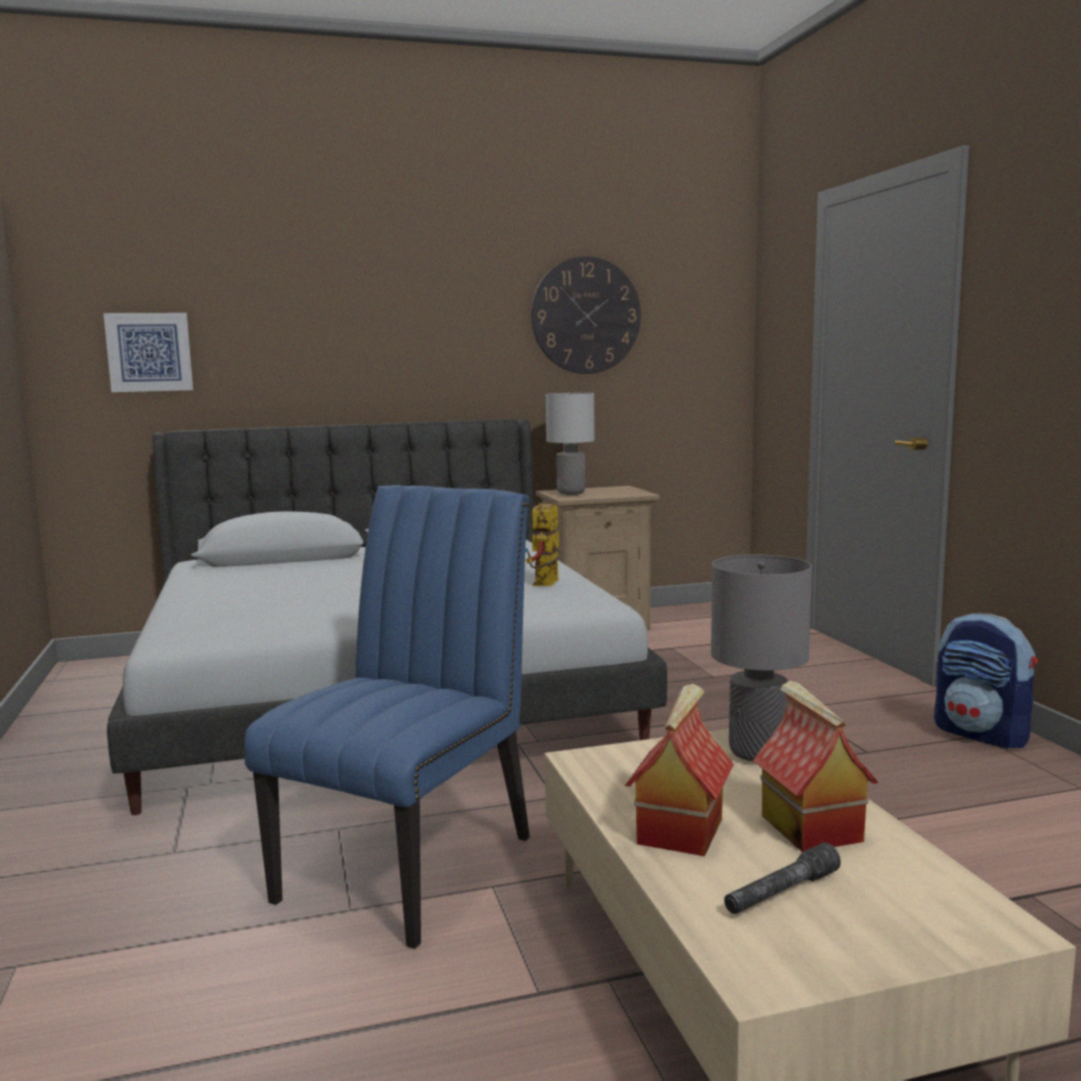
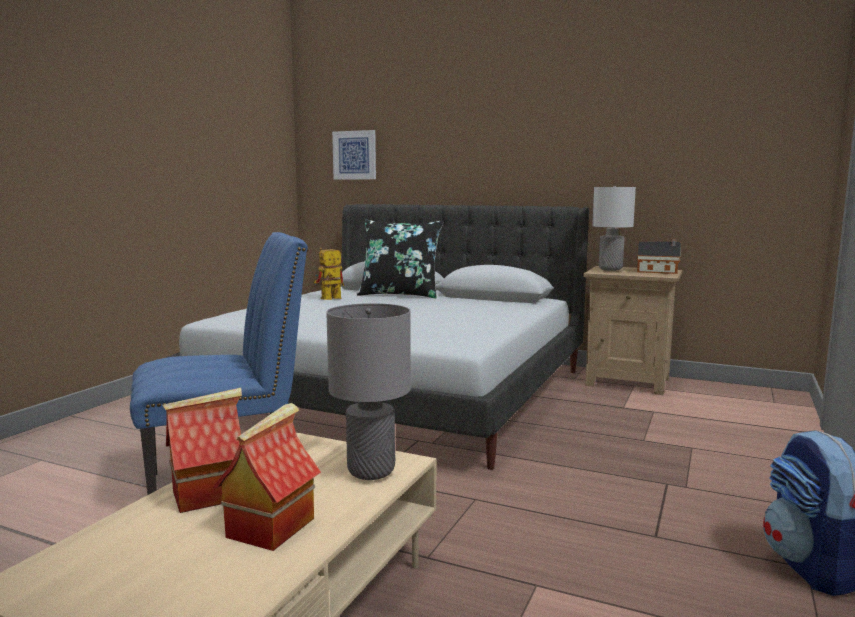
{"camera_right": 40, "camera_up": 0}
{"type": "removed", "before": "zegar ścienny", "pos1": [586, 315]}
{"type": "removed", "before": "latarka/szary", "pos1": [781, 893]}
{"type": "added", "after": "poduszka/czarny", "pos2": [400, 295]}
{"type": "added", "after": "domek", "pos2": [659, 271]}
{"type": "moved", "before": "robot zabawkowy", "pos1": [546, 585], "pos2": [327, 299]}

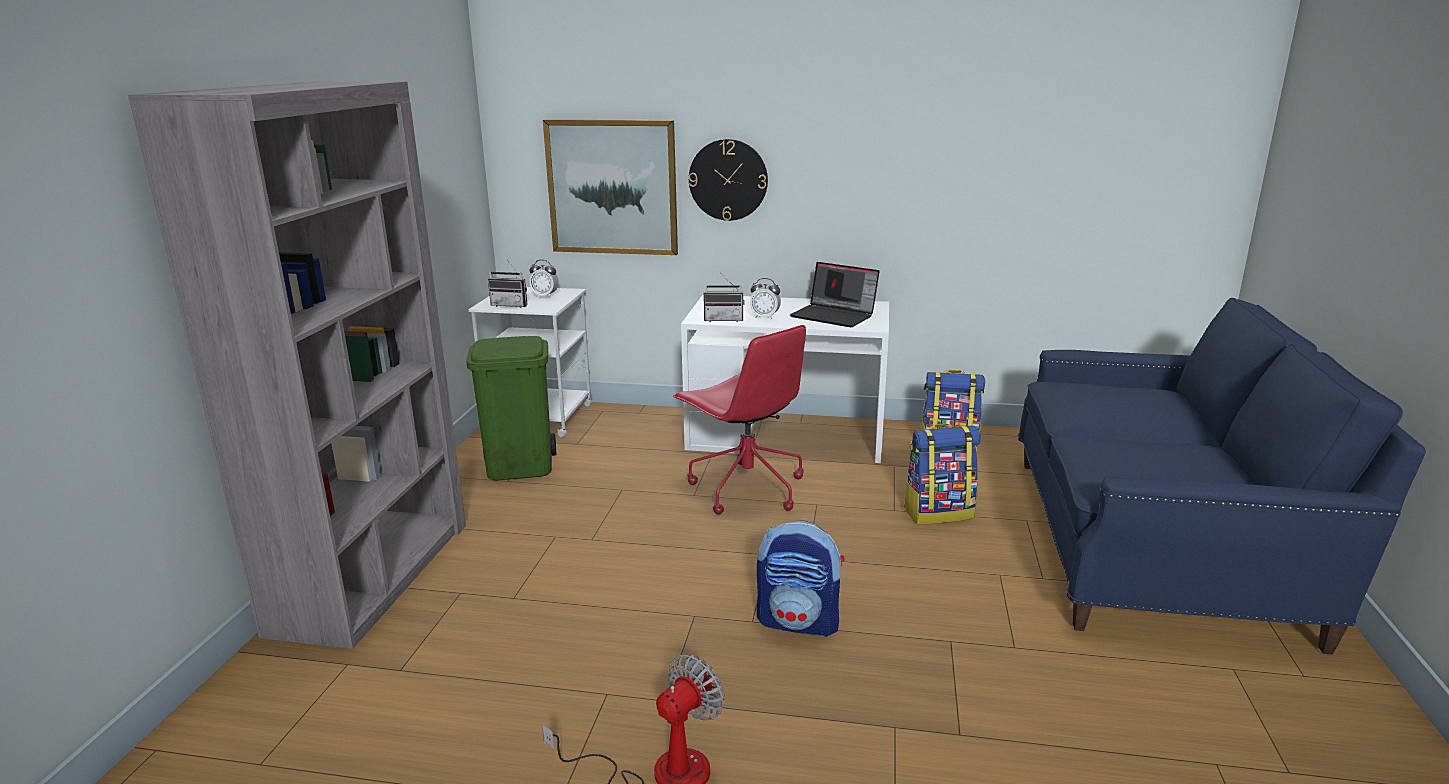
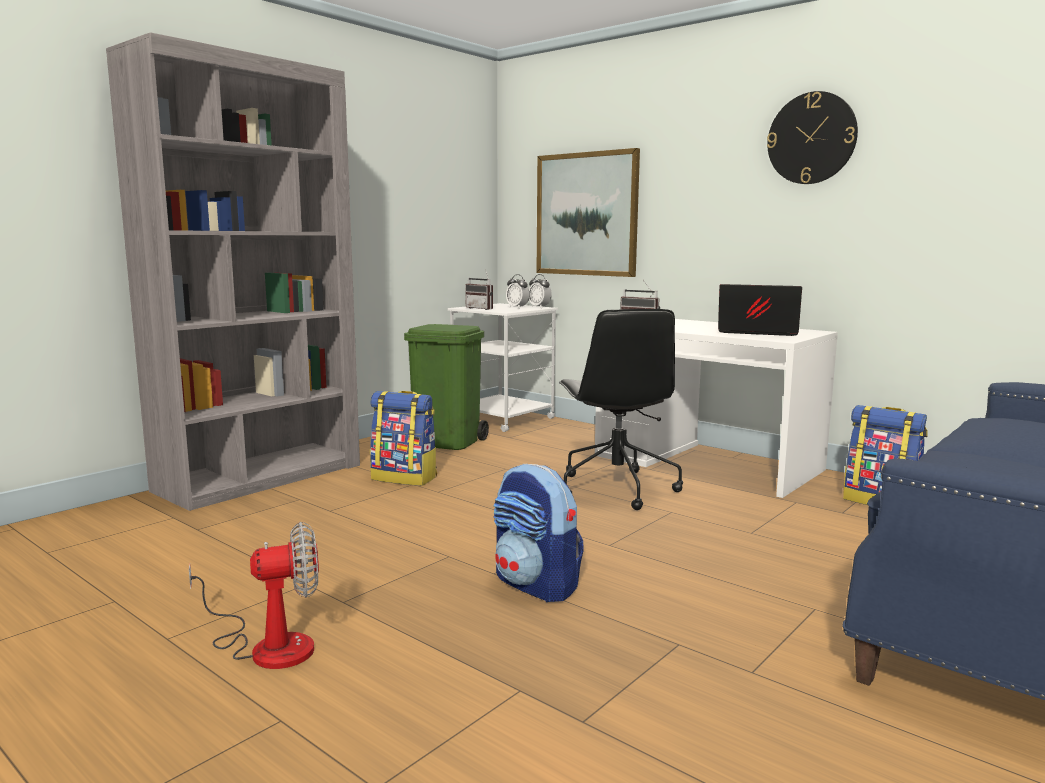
{"camera_right": 30, "camera_up": -10}
{"type": "moved", "before": "zegar ścienny", "pos1": [728, 180], "pos2": [811, 138]}
{"type": "moved", "before": "budzik", "pos1": [765, 317], "pos2": [539, 307]}
{"type": "moved", "before": "plecak", "pos1": [938, 512], "pos2": [405, 478]}
{"type": "recoloured", "before": "krzesło biurowe/czerwony", "after": "krzesło biurowe/czarny", "pos1": [743, 487], "pos2": [615, 487]}
{"type": "turned", "before": "laptop", "pos1": [835, 316], "pos2": [756, 332], "turn": 135}

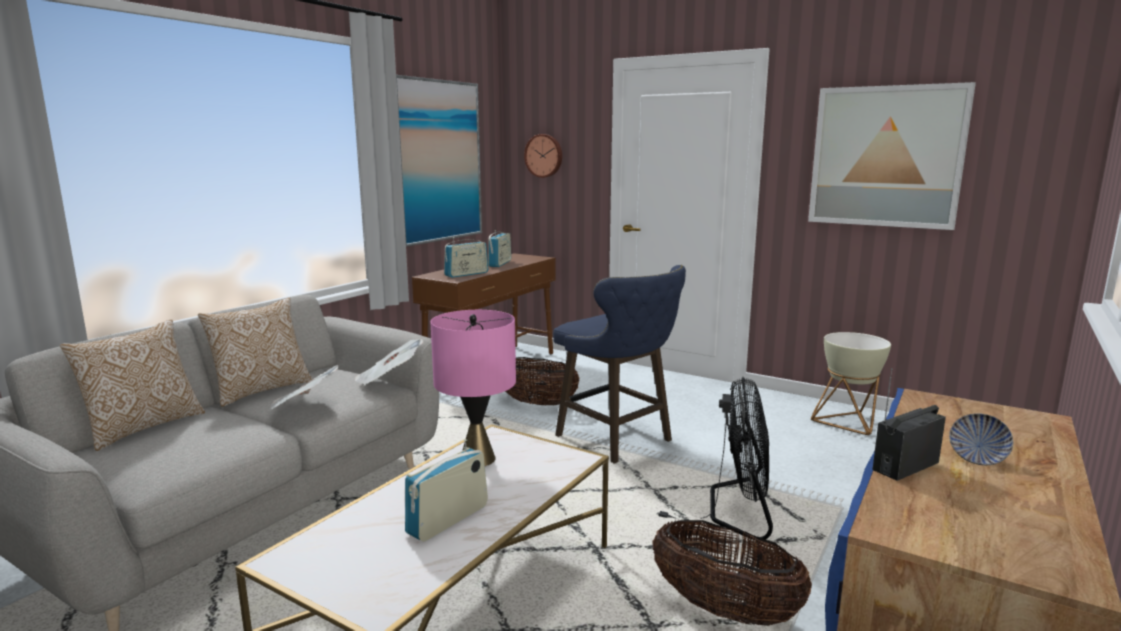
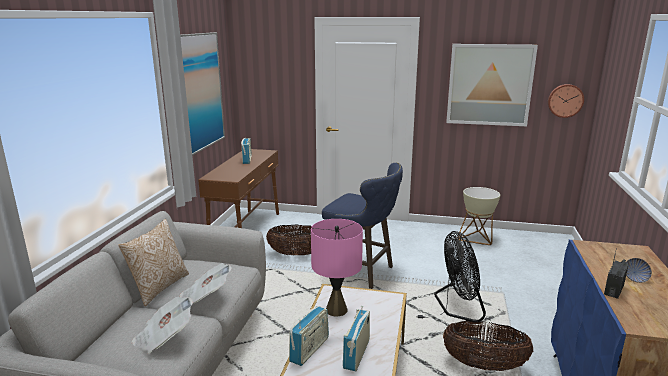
{"camera_right": -20, "camera_up": 5}
{"type": "removed", "before": "poduszka", "pos1": [143, 427]}
{"type": "moved", "before": "gazeta", "pos1": [388, 379], "pos2": [164, 337]}
{"type": "moved", "before": "radio", "pos1": [466, 274], "pos2": [309, 350]}
{"type": "moved", "before": "zegar ścienny", "pos1": [544, 155], "pos2": [565, 100]}

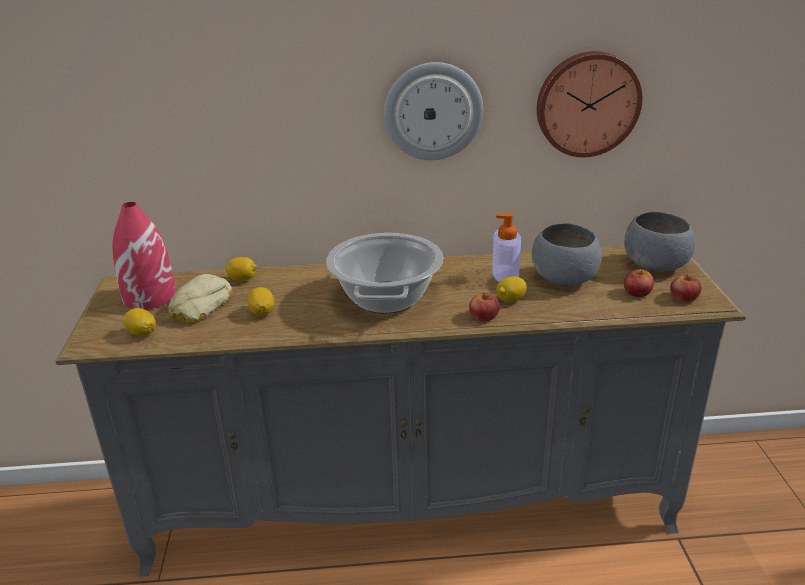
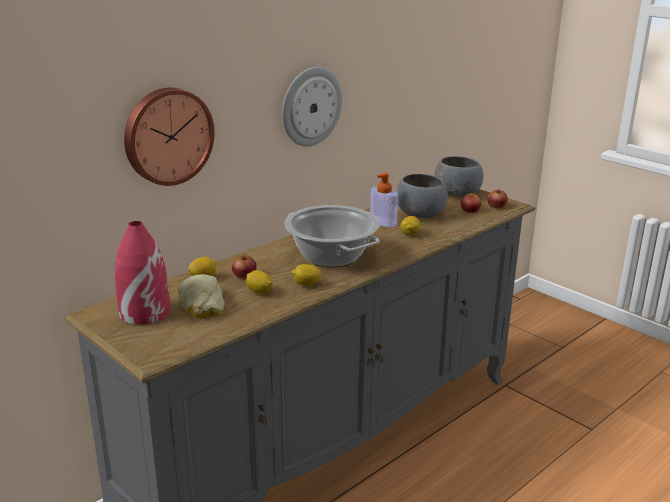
{"camera_right": -40, "camera_up": -5}
{"type": "moved", "before": "cytryna", "pos1": [142, 333], "pos2": [306, 284]}
{"type": "moved", "before": "jabłko", "pos1": [484, 316], "pos2": [244, 275]}
{"type": "moved", "before": "zegar ścienny", "pos1": [587, 103], "pos2": [167, 136]}

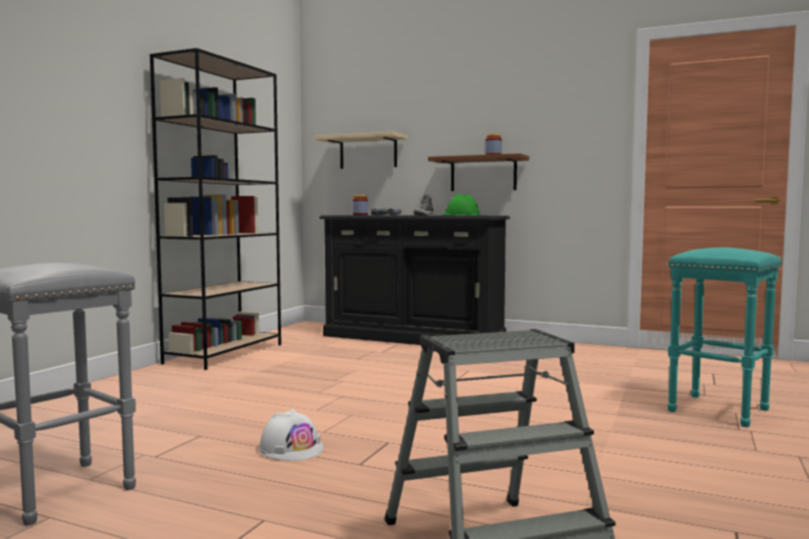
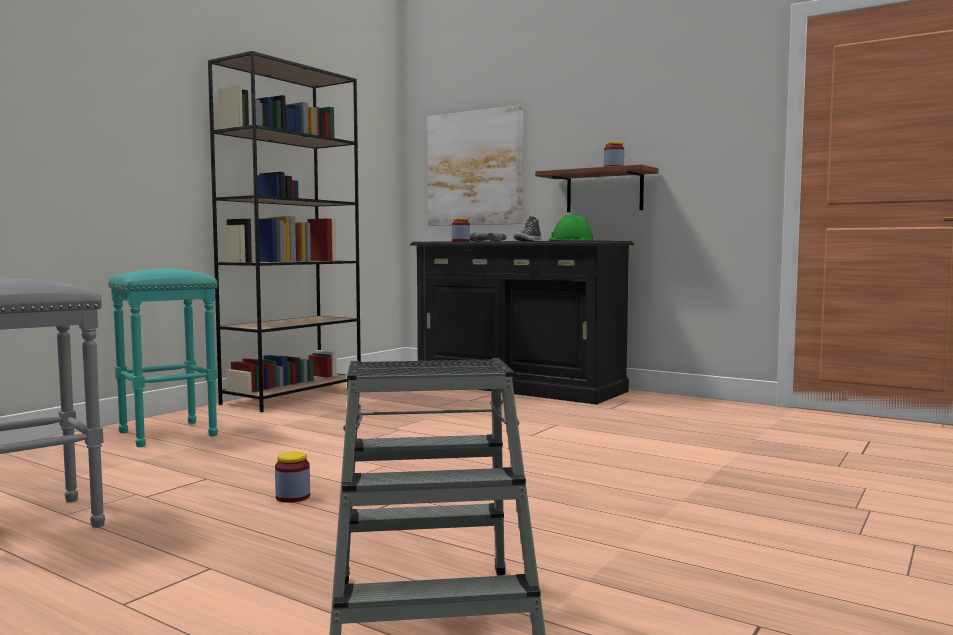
{"camera_right": 10, "camera_up": 0}
{"type": "moved", "before": "stołek/turkusowy", "pos1": [716, 409], "pos2": [169, 433]}
{"type": "replaced", "before": "kask/biały", "after": "słoik", "pos1": [291, 448], "pos2": [293, 497]}
{"type": "replaced", "before": "półka/beżowy", "after": "obraz", "pos1": [368, 152], "pos2": [475, 168]}

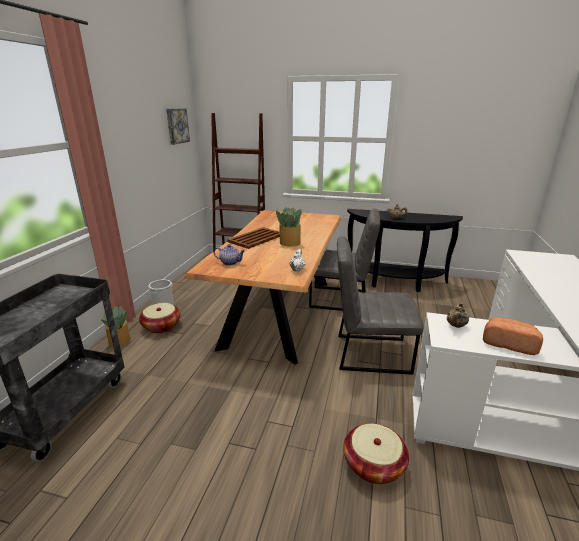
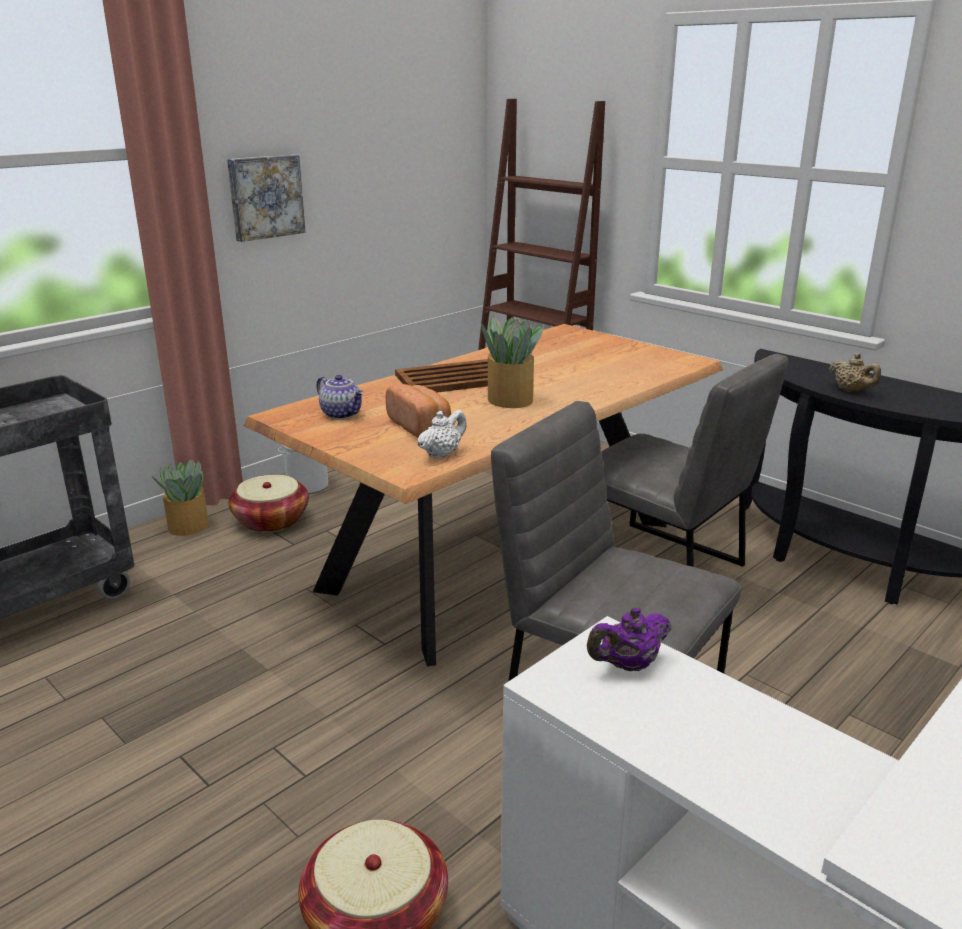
{"camera_right": 30, "camera_up": 0}
{"type": "moved", "before": "obraz", "pos1": [176, 126], "pos2": [265, 197]}
{"type": "moved", "before": "chleb", "pos1": [508, 344], "pos2": [421, 426]}
{"type": "recoloured", "before": "imbryk/beżowy", "after": "imbryk/fioletowy", "pos1": [455, 326], "pos2": [628, 665]}

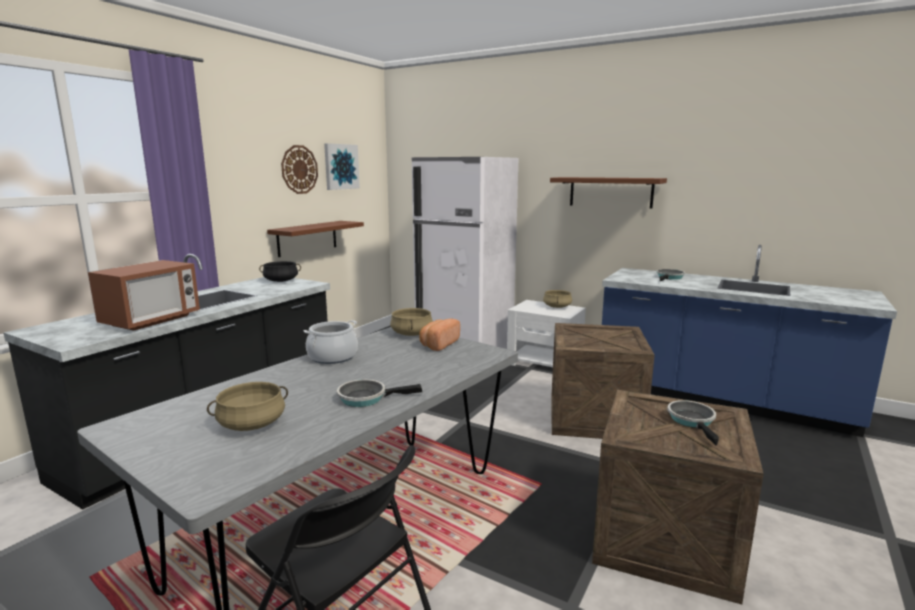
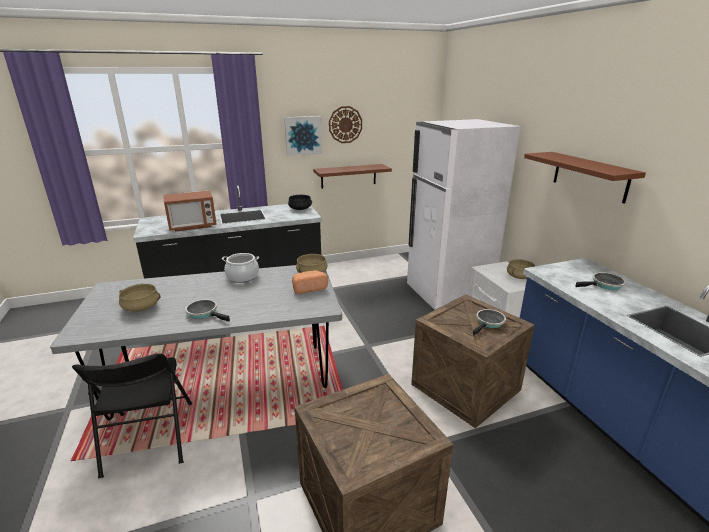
{"camera_right": 40, "camera_up": 10}
{"type": "moved", "before": "obraz", "pos1": [341, 166], "pos2": [303, 135]}
{"type": "moved", "before": "patelnia", "pos1": [692, 421], "pos2": [489, 323]}

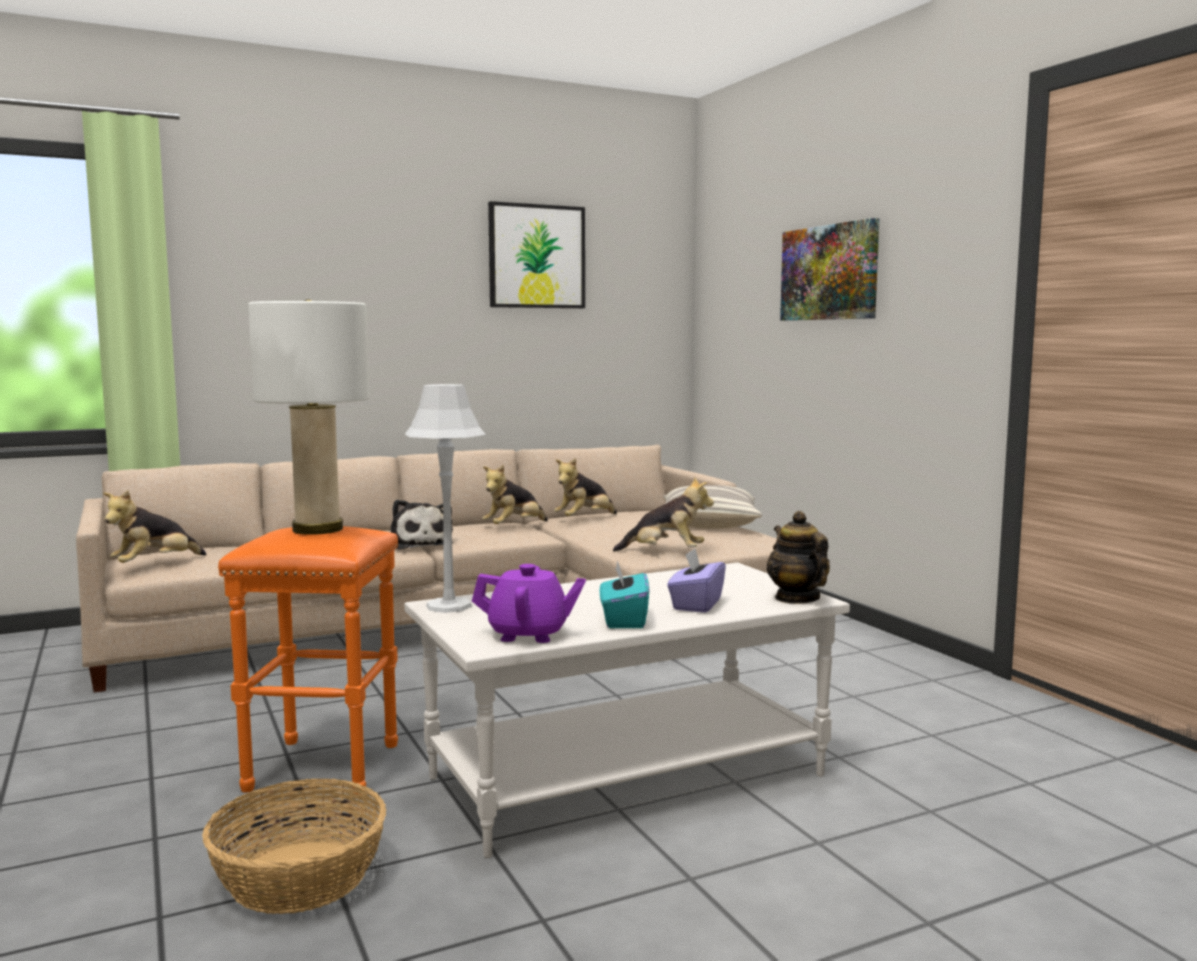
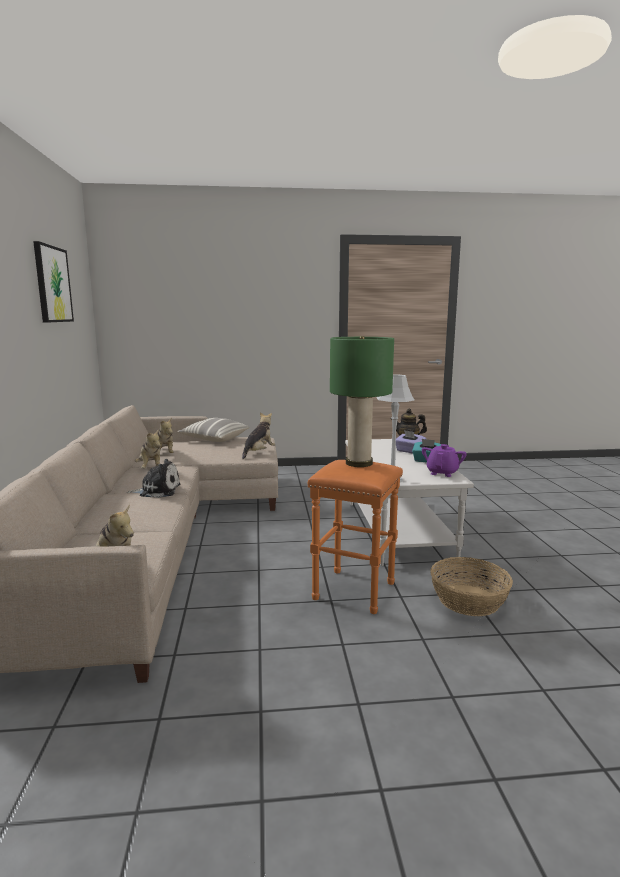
{"camera_right": -70, "camera_up": 5}
{"type": "removed", "before": "obraz", "pos1": [829, 273]}
{"type": "recoloured", "before": "lampa stołowa/biały", "after": "lampa stołowa/zielony", "pos1": [317, 529], "pos2": [359, 463]}

